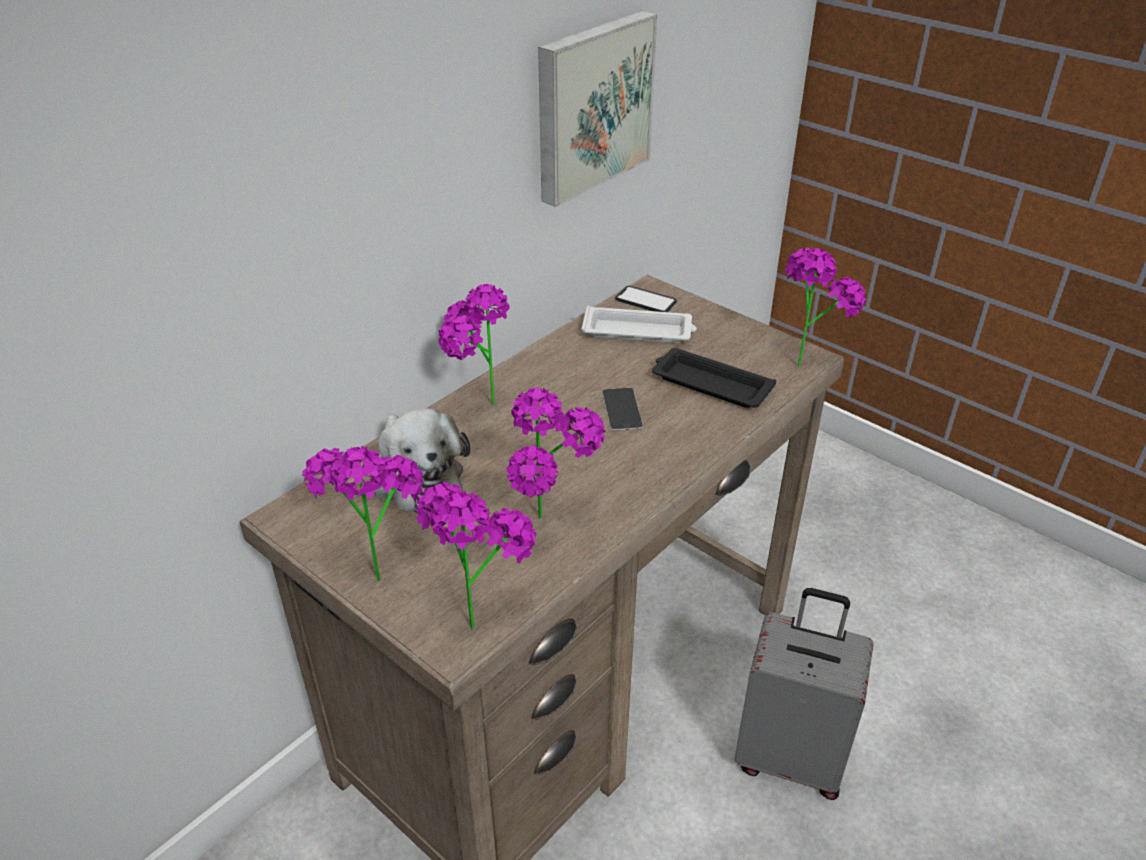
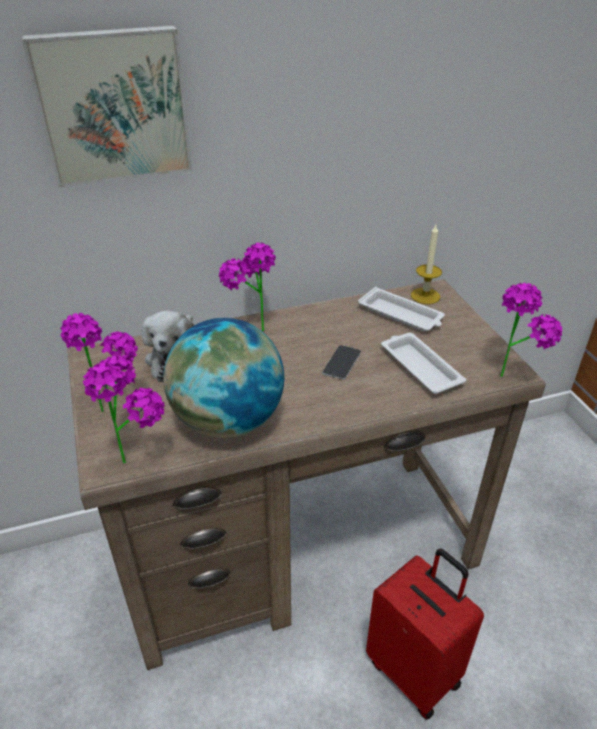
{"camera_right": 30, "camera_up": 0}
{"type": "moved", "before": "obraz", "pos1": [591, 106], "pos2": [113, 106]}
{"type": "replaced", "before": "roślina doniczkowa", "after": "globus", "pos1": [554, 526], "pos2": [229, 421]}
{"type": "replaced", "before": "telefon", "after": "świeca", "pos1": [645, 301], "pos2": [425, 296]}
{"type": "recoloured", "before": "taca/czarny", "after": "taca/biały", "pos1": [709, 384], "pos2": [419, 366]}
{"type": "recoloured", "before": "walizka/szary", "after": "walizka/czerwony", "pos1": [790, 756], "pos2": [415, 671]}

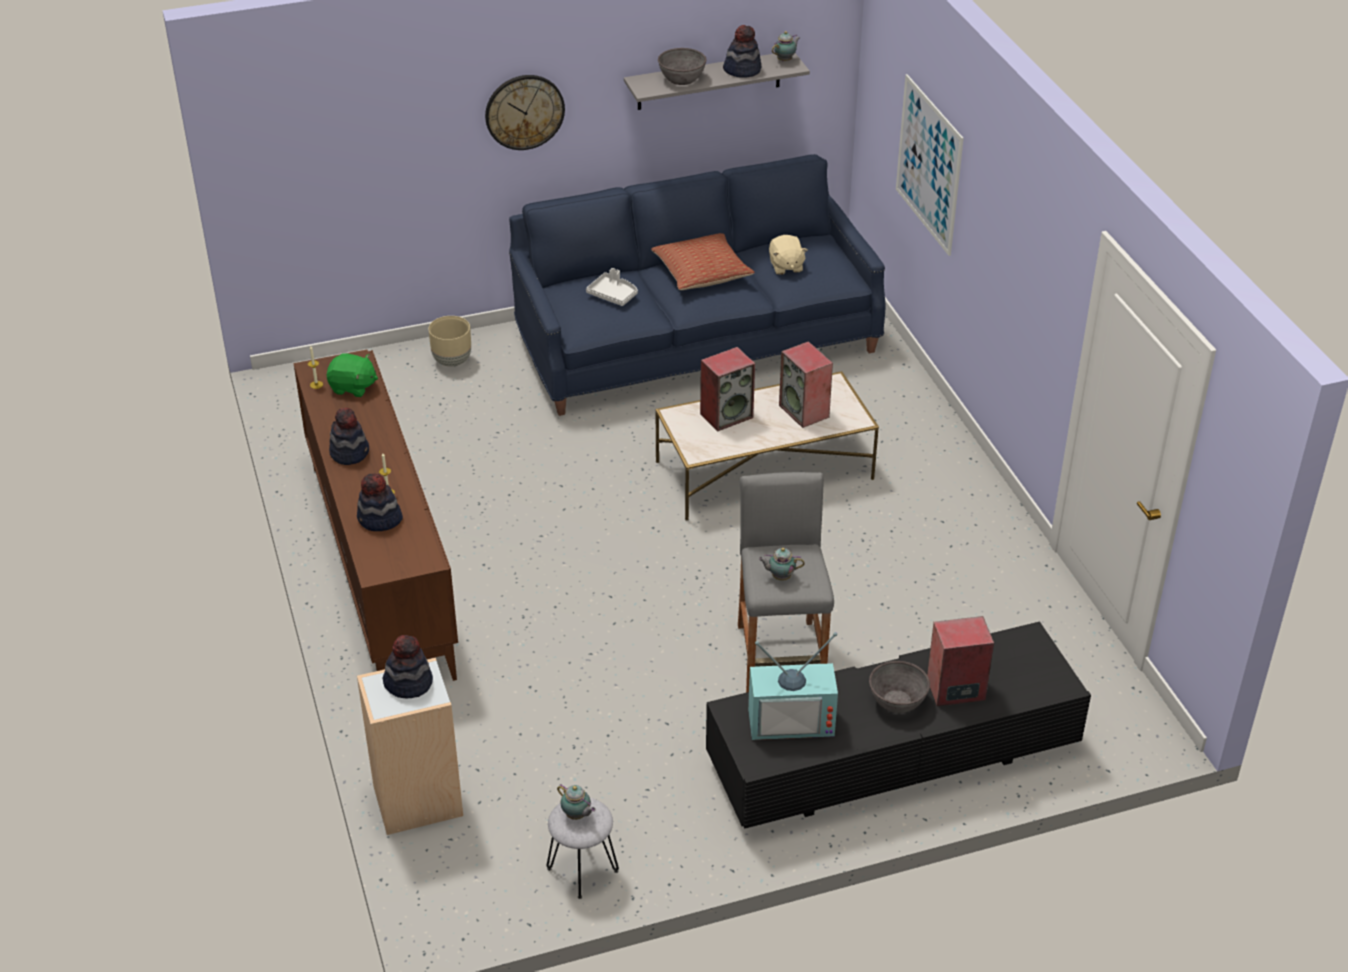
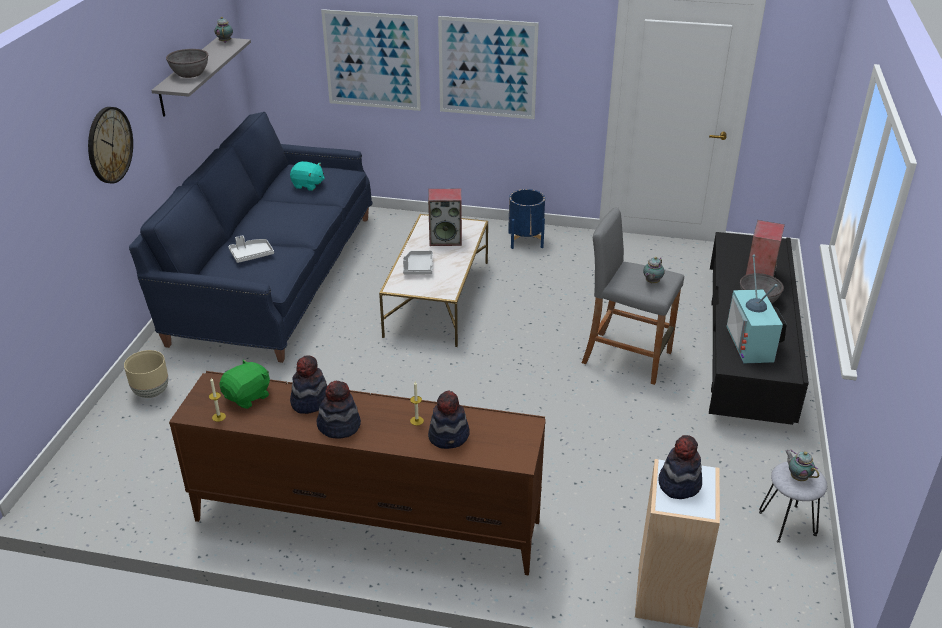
{"camera_right": -60, "camera_up": -5}
{"type": "removed", "before": "poduszka", "pos1": [702, 273]}
{"type": "added", "after": "obraz", "pos2": [487, 68]}
{"type": "added", "after": "donica/niebieski", "pos2": [525, 240]}
{"type": "moved", "before": "kapelusz", "pos1": [742, 70], "pos2": [310, 401]}
{"type": "replaced", "before": "głośnik", "after": "taca/szary", "pos1": [726, 415], "pos2": [418, 267]}
{"type": "recoloured", "before": "pluszak/beżowy", "after": "pluszak/turkusowy", "pos1": [785, 266], "pos2": [308, 185]}
{"type": "turned", "before": "imbryk", "pos1": [577, 816], "pos2": [797, 477], "turn": -105}
{"type": "turned", "before": "telewizor", "pos1": [792, 719], "pos2": [753, 344], "turn": 150}

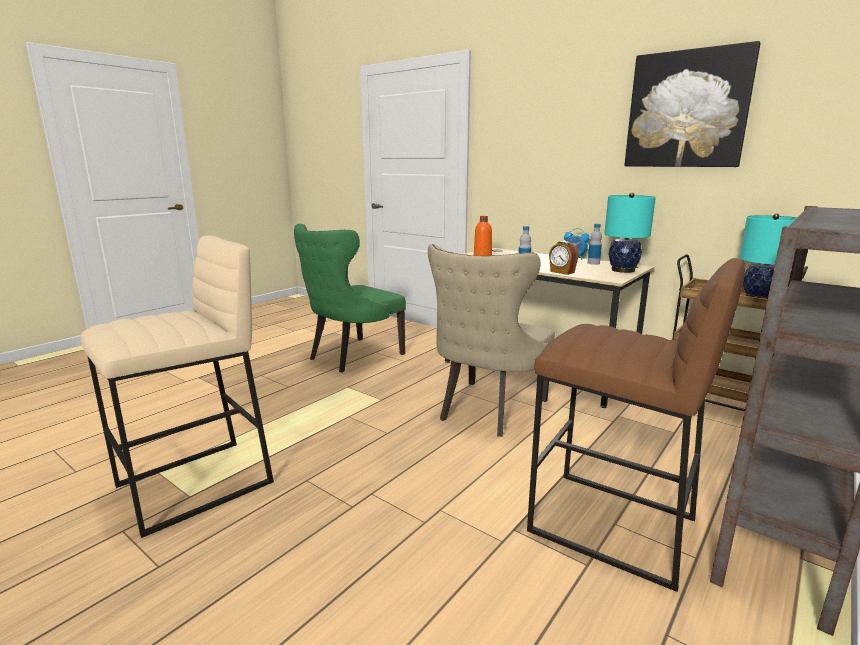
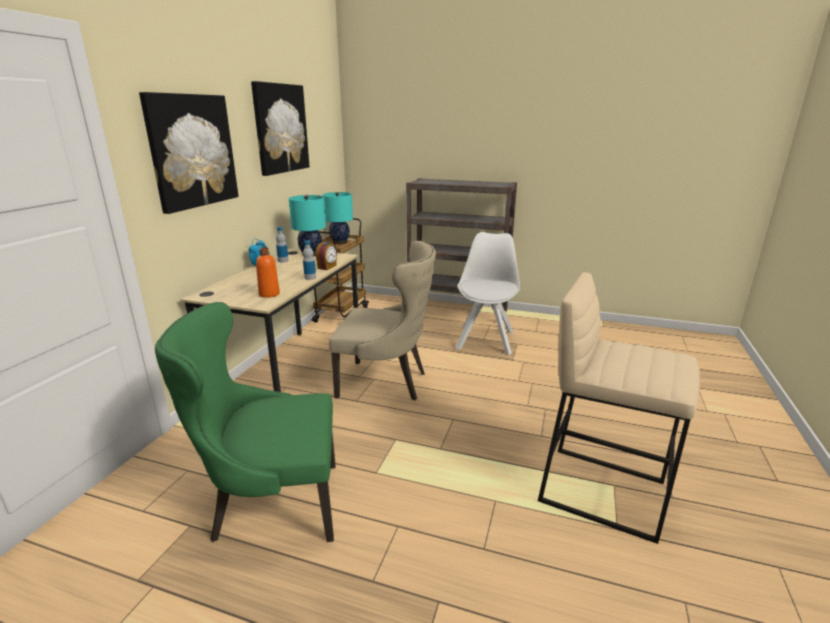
{"camera_right": -110, "camera_up": 5}
{"type": "added", "after": "obraz", "pos2": [192, 151]}
{"type": "replaced", "before": "stołek/brązowy", "after": "krzesło/biały", "pos1": [611, 526], "pos2": [486, 339]}
{"type": "turned", "before": "krzesło/zielony", "pos1": [352, 356], "pos2": [272, 505], "turn": 150}

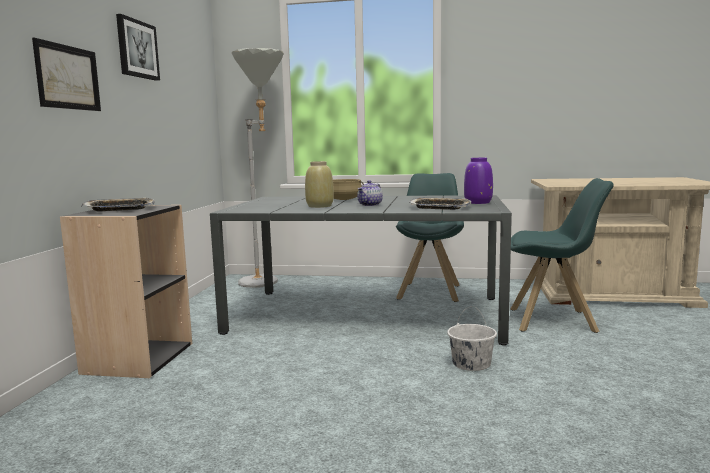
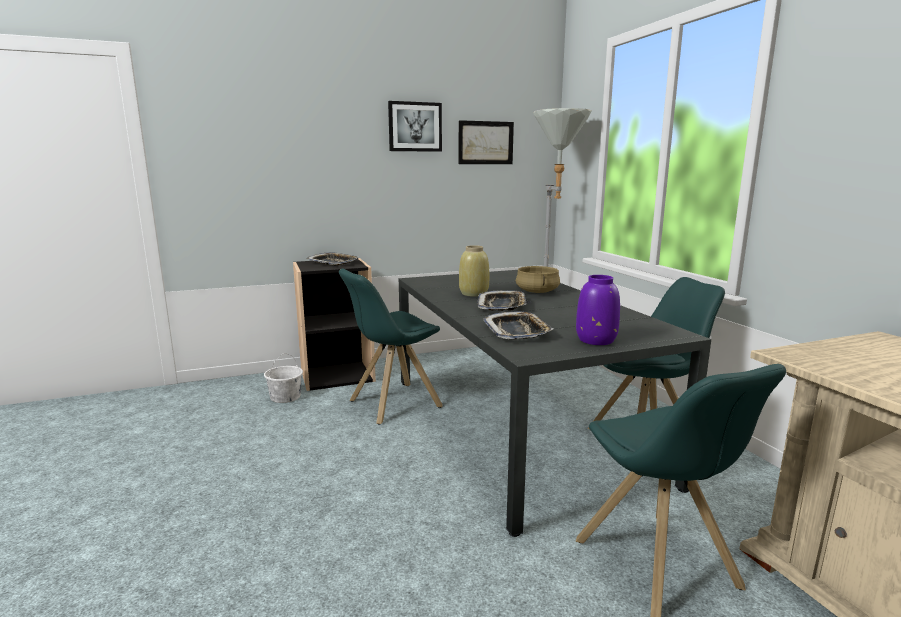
{"camera_right": 60, "camera_up": 5}
{"type": "added", "after": "krzesło/turkusowy", "pos2": [394, 403]}
{"type": "moved", "before": "obraz", "pos1": [68, 77], "pos2": [485, 143]}
{"type": "moved", "before": "wiadro/biały", "pos1": [471, 363], "pos2": [285, 397]}
{"type": "replaced", "before": "imbryk", "after": "taca", "pos1": [370, 205], "pos2": [502, 305]}

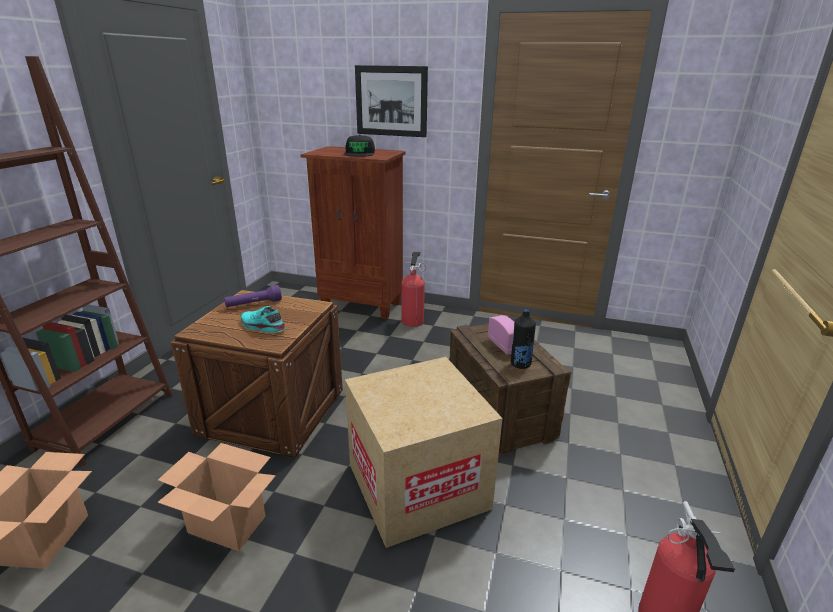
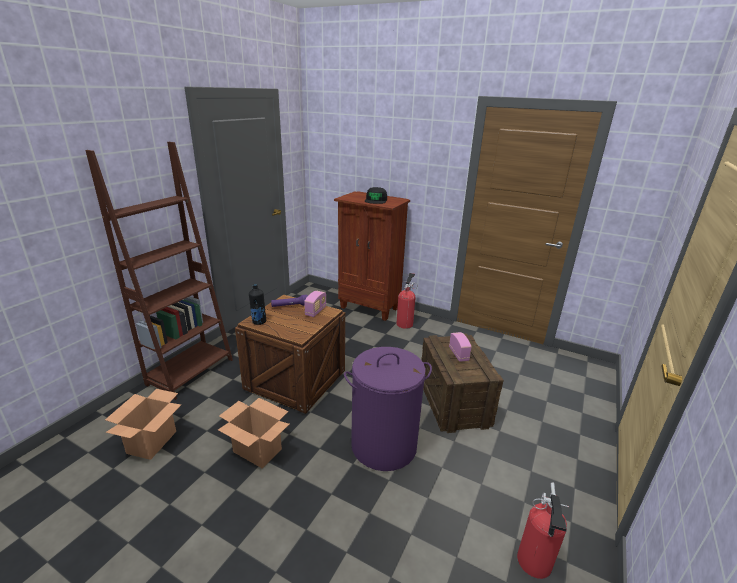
{"camera_right": 10, "camera_up": 0}
{"type": "removed", "before": "but/turkusowy", "pos1": [262, 327]}
{"type": "removed", "before": "obraz", "pos1": [391, 101]}
{"type": "added", "after": "radio", "pos2": [315, 311]}
{"type": "moved", "before": "butelka/czarny", "pos1": [520, 364], "pos2": [259, 322]}
{"type": "replaced", "before": "karton", "after": "kosz na pranie/fioletowy", "pos1": [417, 486], "pos2": [384, 445]}

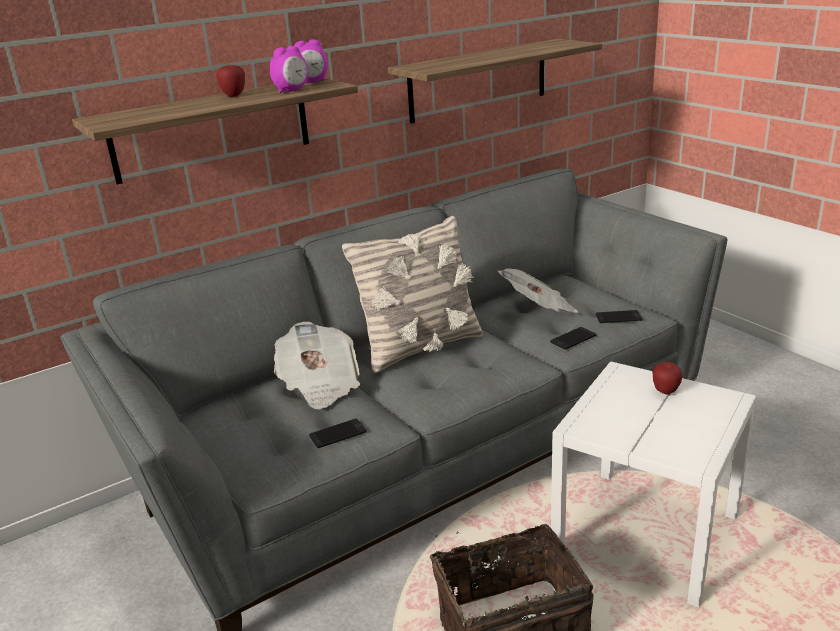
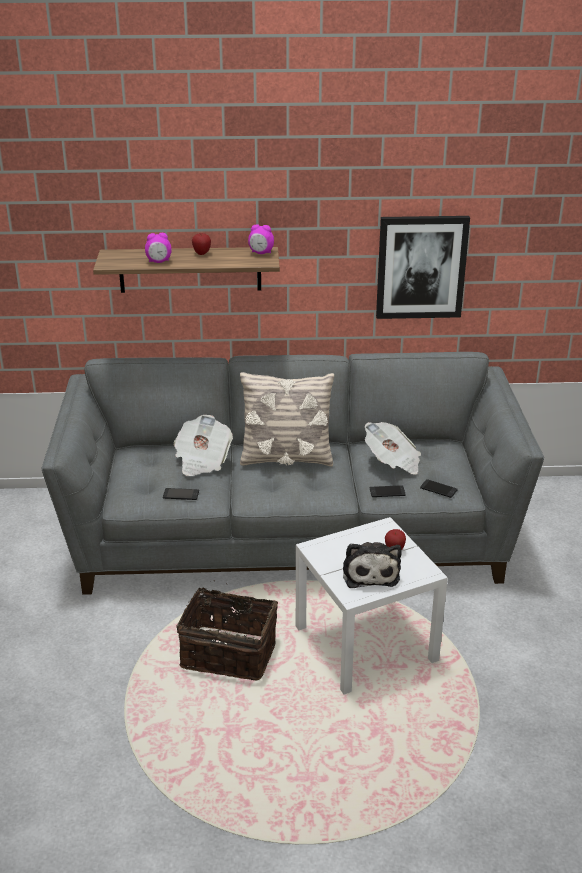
{"camera_right": 30, "camera_up": 5}
{"type": "added", "after": "pluszak", "pos2": [370, 572]}
{"type": "moved", "before": "budzik", "pos1": [292, 91], "pos2": [159, 262]}
{"type": "replaced", "before": "półka", "after": "obraz", "pos1": [478, 80], "pos2": [421, 267]}

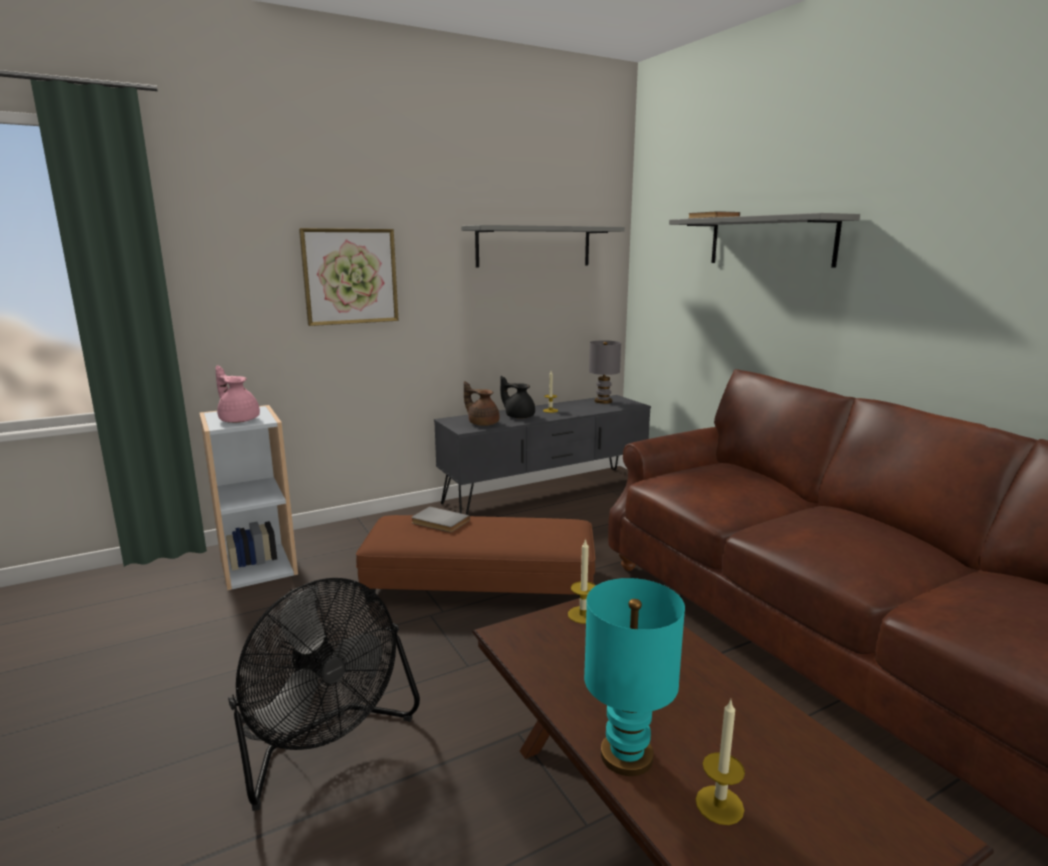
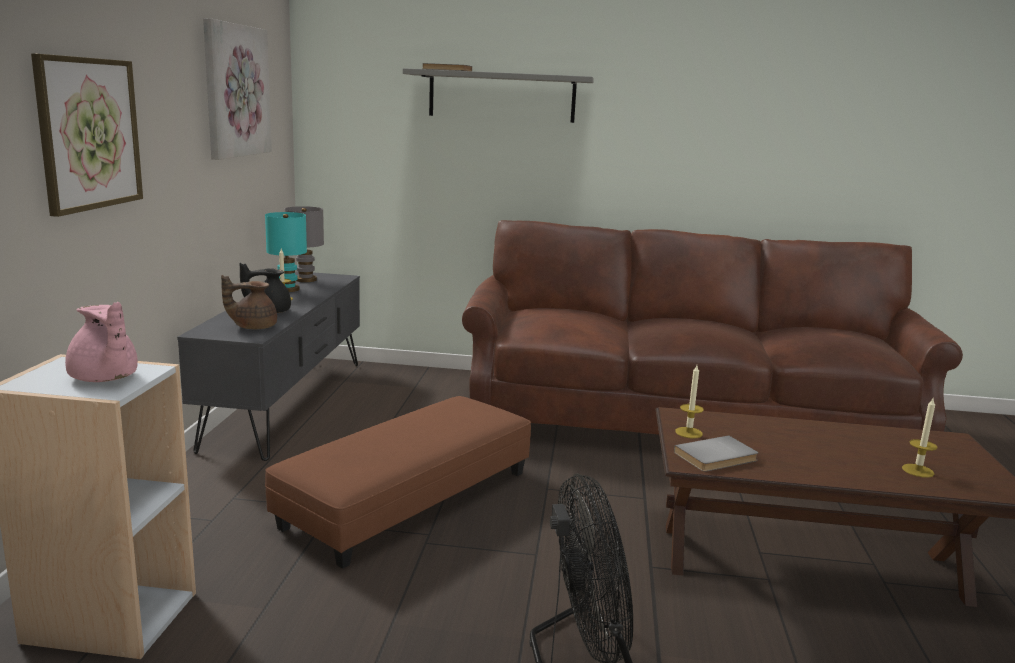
{"camera_right": -55, "camera_up": 0}
{"type": "moved", "before": "książka/szary", "pos1": [439, 522], "pos2": [717, 457]}
{"type": "moved", "before": "lampa stołowa/turkusowy", "pos1": [627, 754], "pos2": [287, 289]}
{"type": "replaced", "before": "półka/szary", "after": "obraz", "pos1": [534, 246], "pos2": [235, 91]}
{"type": "turned", "before": "imbryk/różowy", "pos1": [239, 420], "pos2": [104, 379], "turn": -120}

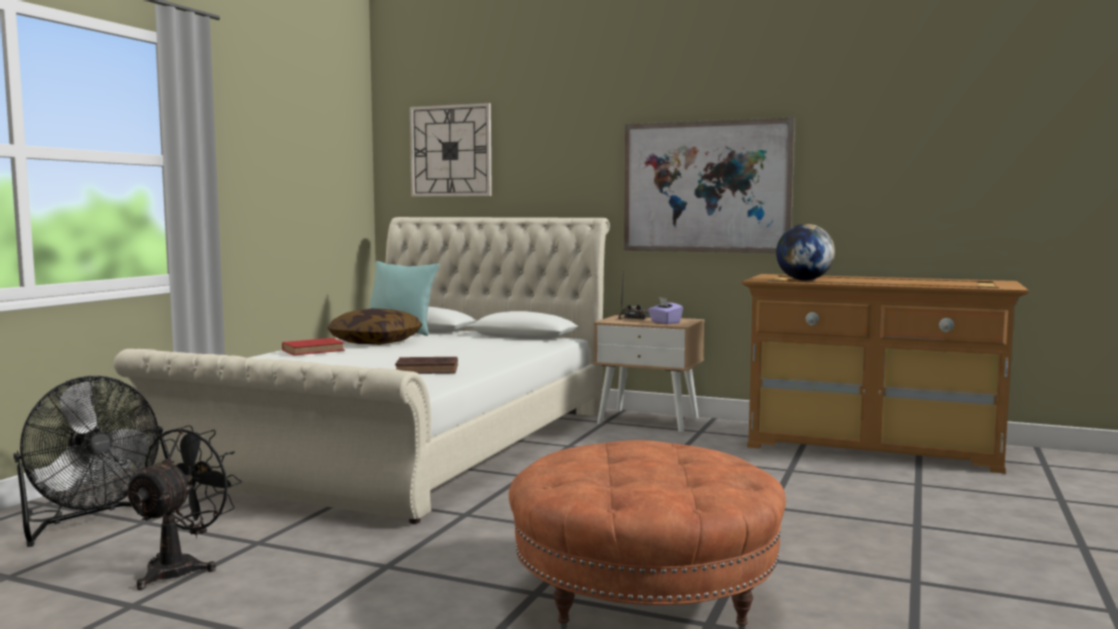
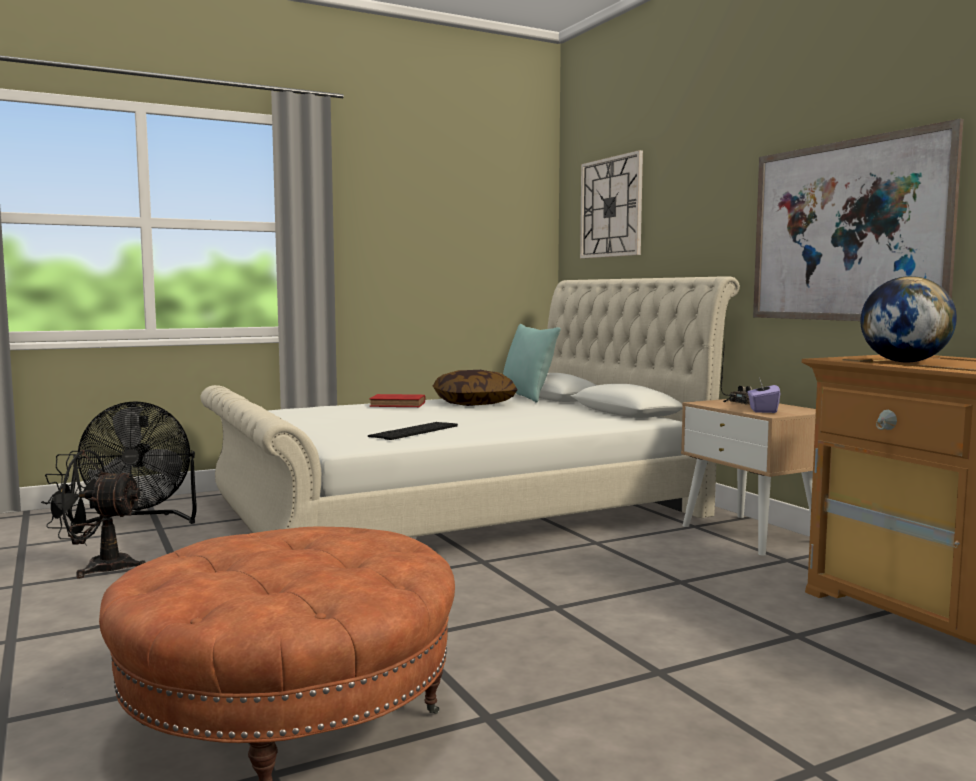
{"camera_right": 40, "camera_up": 0}
{"type": "replaced", "before": "książka/brązowy", "after": "klawiatura", "pos1": [429, 370], "pos2": [415, 431]}
{"type": "turned", "before": "wentylator/czarny", "pos1": [182, 567], "pos2": [98, 567], "turn": -150}

